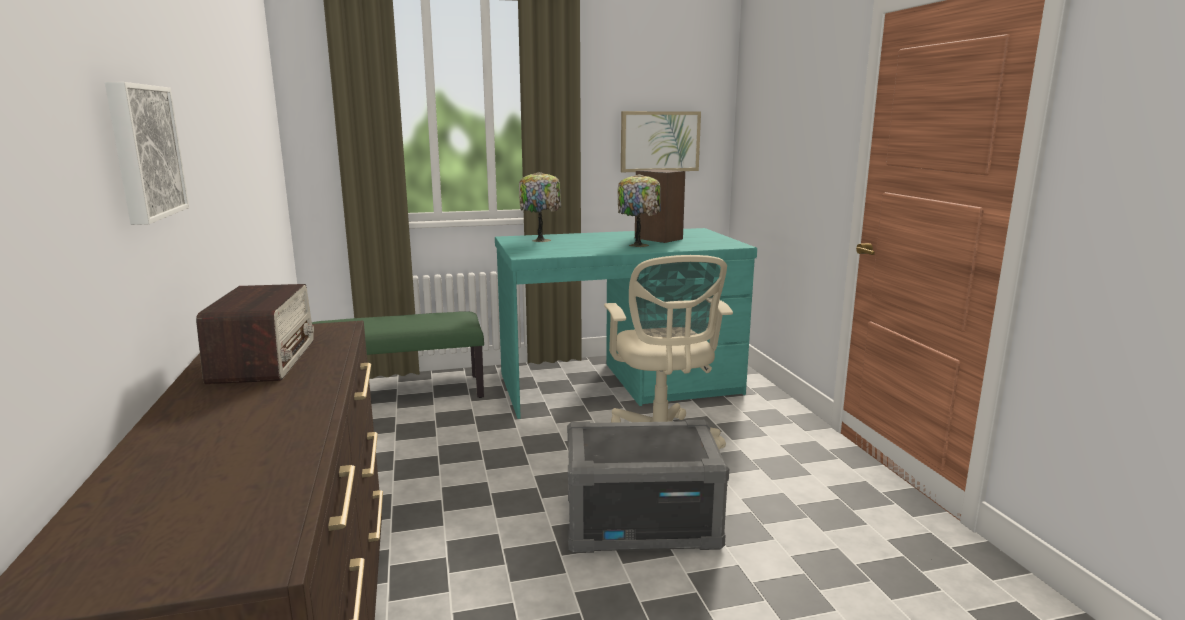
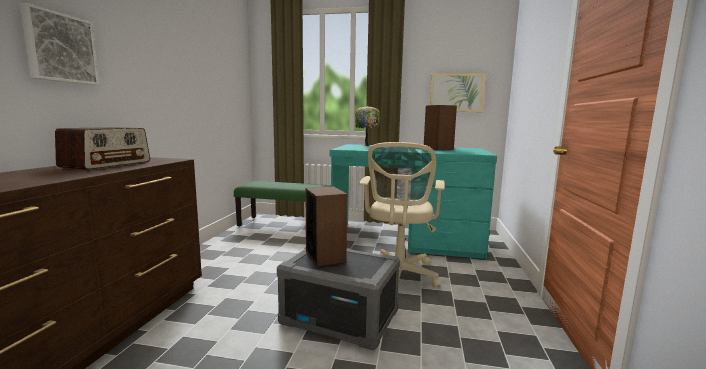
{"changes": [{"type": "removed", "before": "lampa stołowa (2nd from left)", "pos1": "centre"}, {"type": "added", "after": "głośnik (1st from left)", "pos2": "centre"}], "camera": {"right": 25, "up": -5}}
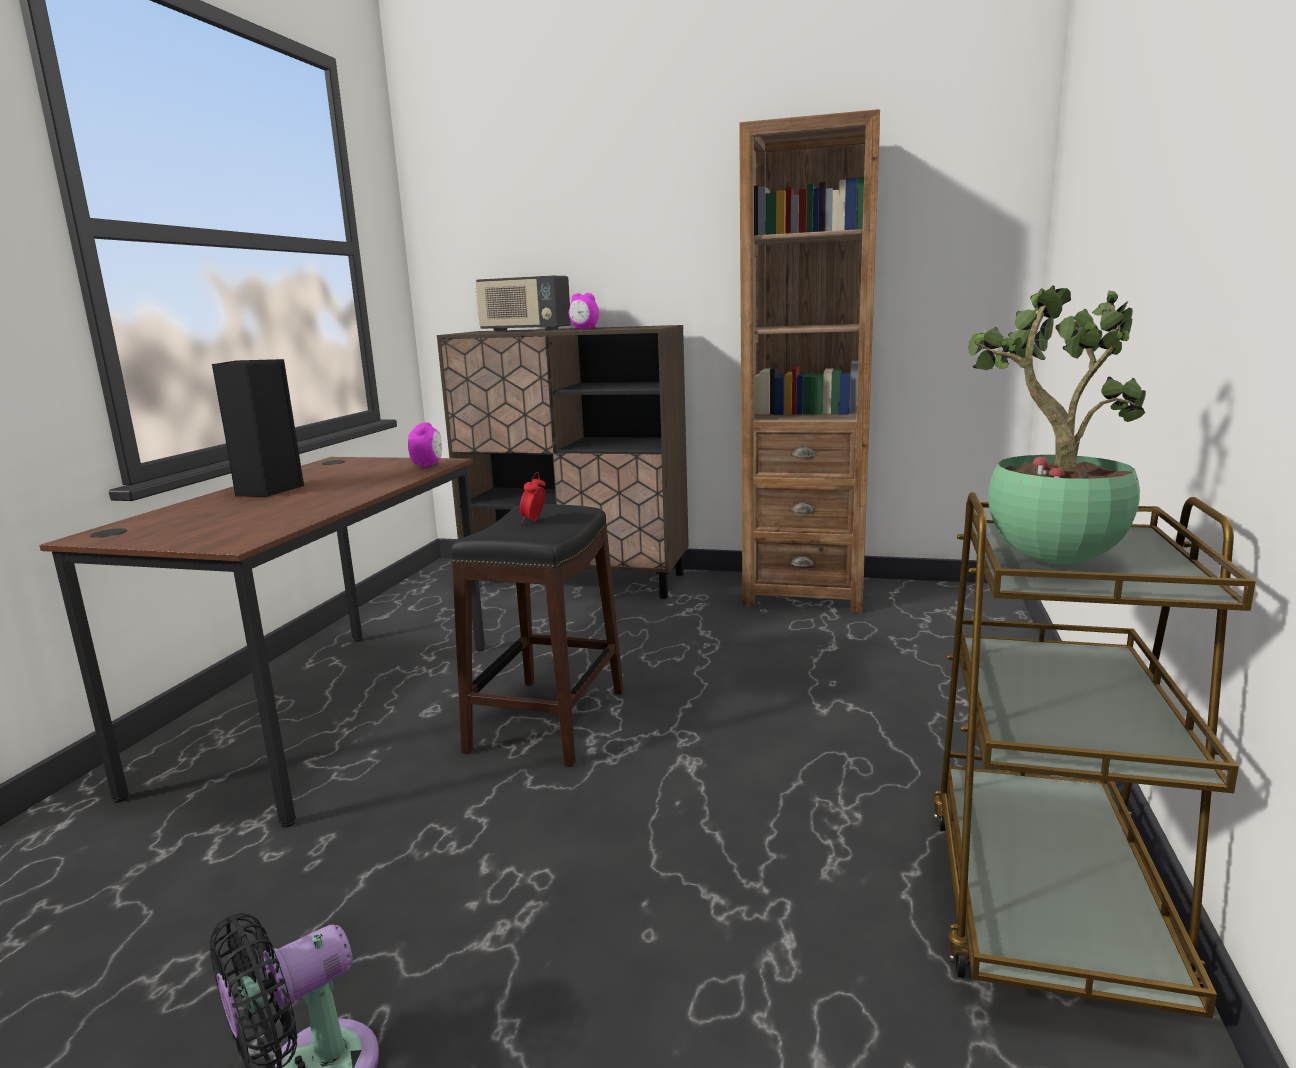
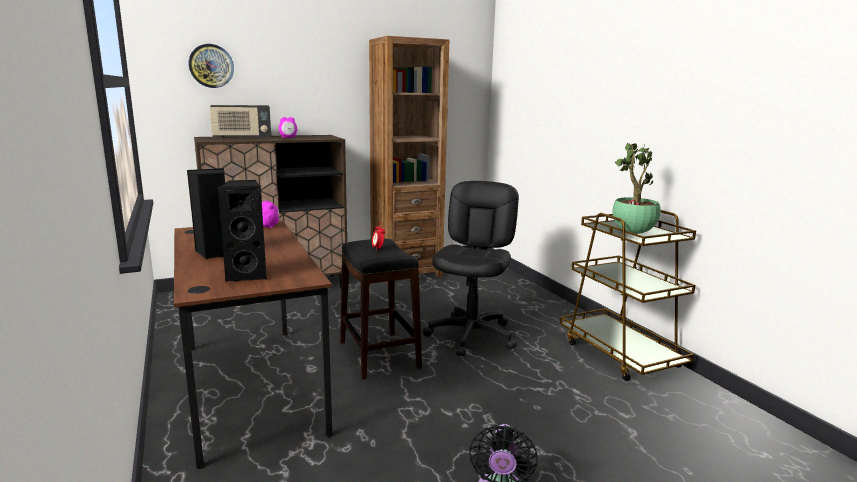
{"changes": [{"type": "added", "after": "zegar ścienny", "pos2": "top left"}, {"type": "added", "after": "głośnik [czarny] (2nd from left)", "pos2": "middle left"}, {"type": "added", "after": "krzesło biurowe [czarny]", "pos2": "centre"}], "camera": {"right": -40, "up": 0}}
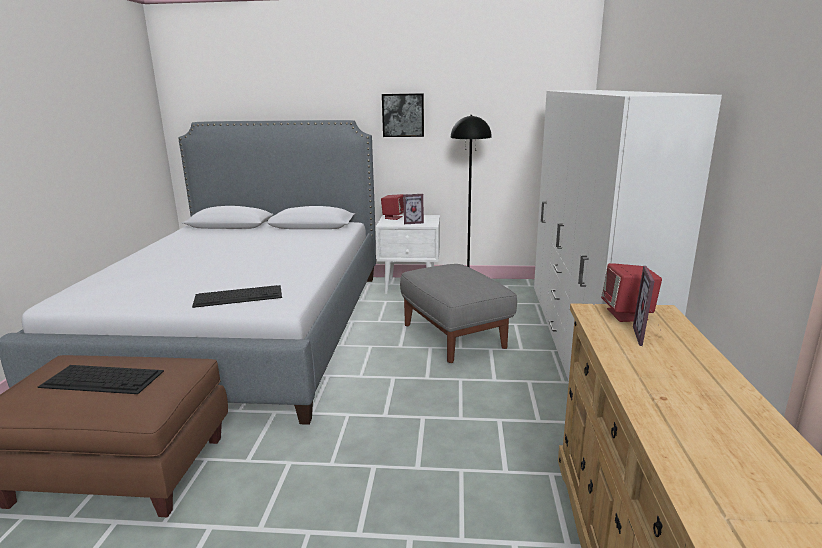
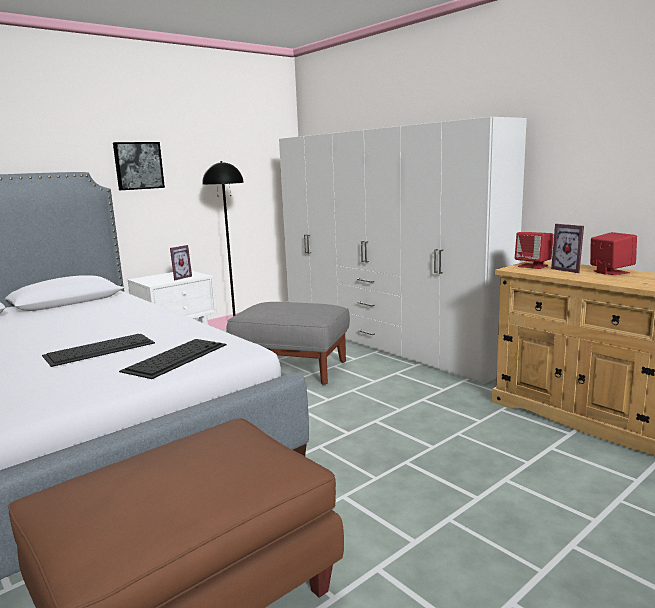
{"changes": [{"type": "moved", "before": "głośnik [czerwony] (1st from left in the first image)", "after": "głośnik [czerwony] (2nd from left)", "pos1": "centre", "pos2": "middle right"}, {"type": "moved", "before": "klawiatura (1st from left)", "pos1": "bottom left", "pos2": "middle left"}], "camera": {"right": -45, "up": -5}}
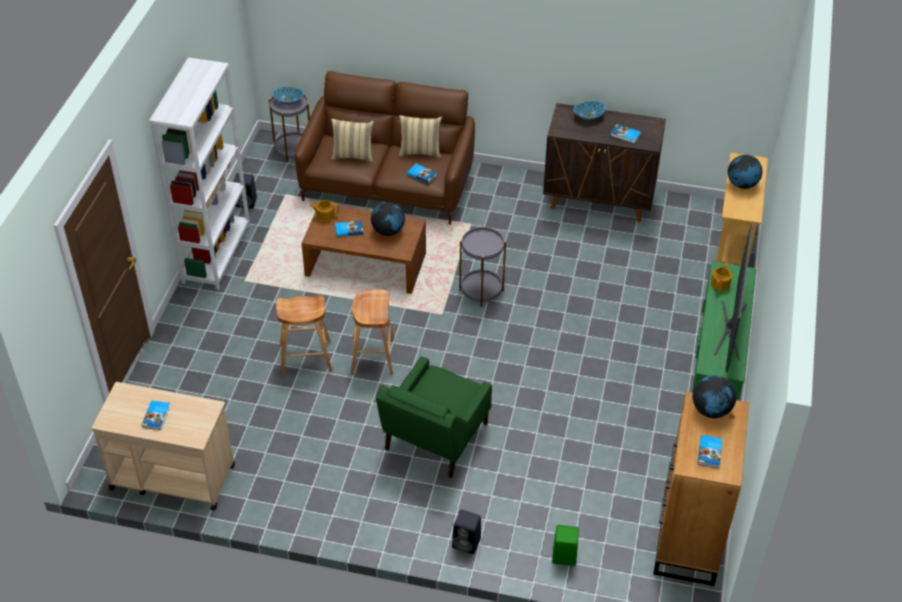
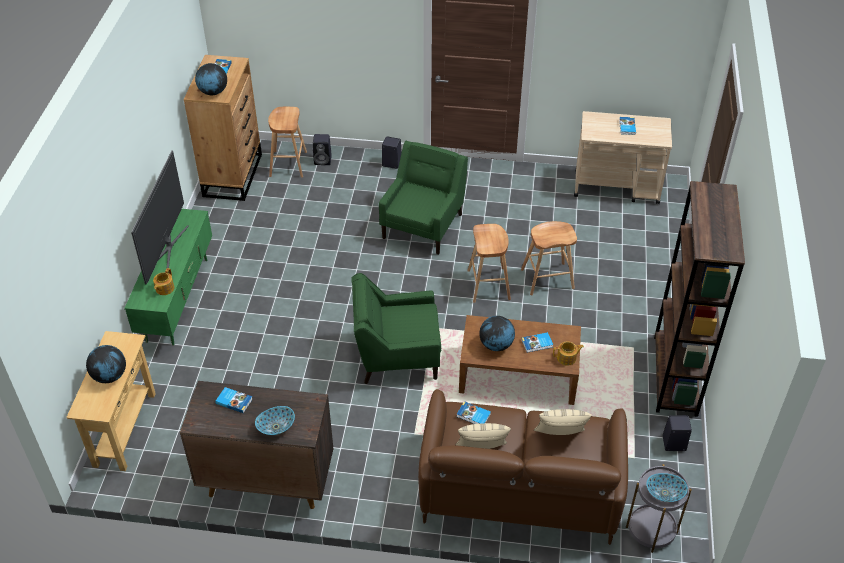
{"changes": [{"type": "recoloured", "before": "regał [biały]", "after": "regał [brązowy]", "pos1": "top left", "pos2": "middle right"}, {"type": "replaced", "before": "stolik [szary] (2nd from left)", "after": "fotel [zielony] (1st from left)", "pos1": "centre", "pos2": "centre"}, {"type": "recoloured", "before": "głośnik [zielony]", "after": "głośnik [czarny] (1st from left)", "pos1": "bottom centre", "pos2": "top centre"}, {"type": "added", "after": "stołek [brązowy] (1st from left)", "pos2": "top centre"}], "camera": {"right": 175, "up": 0}}
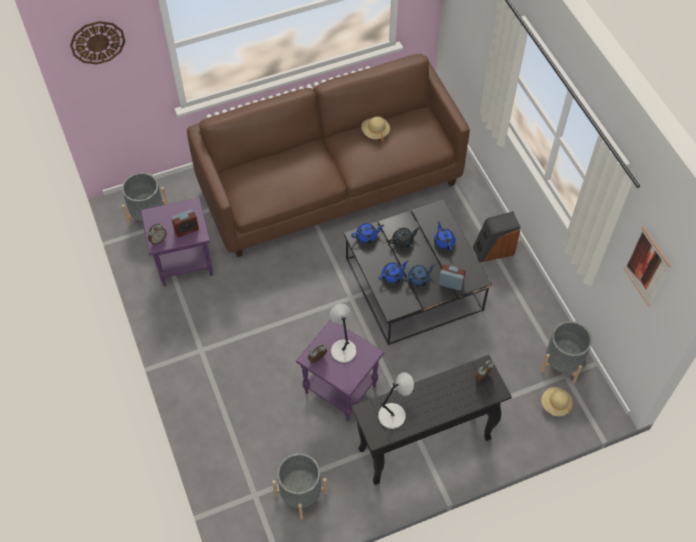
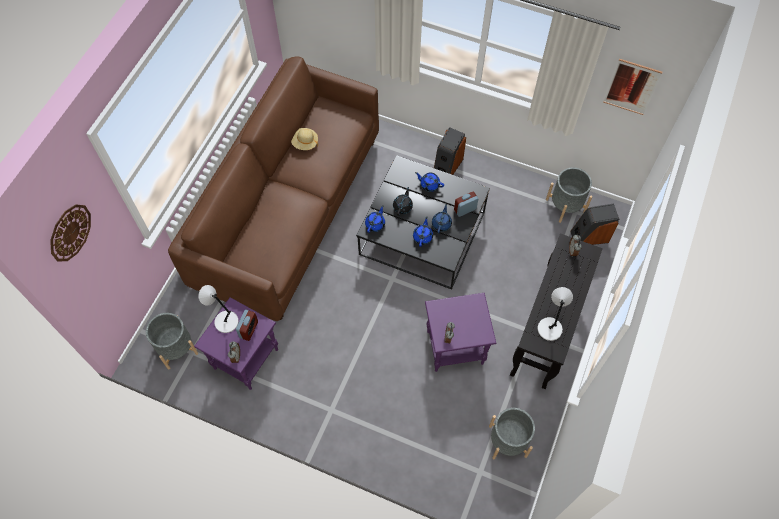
{"changes": [{"type": "moved", "before": "lampa stołowa [szary] (1st from left)", "pos1": "centre", "pos2": "middle left"}, {"type": "replaced", "before": "kapelusz [beżowy] (2nd from left)", "after": "głośnik (2nd from left)", "pos1": "bottom right", "pos2": "middle right"}], "camera": {"right": -45, "up": 5}}
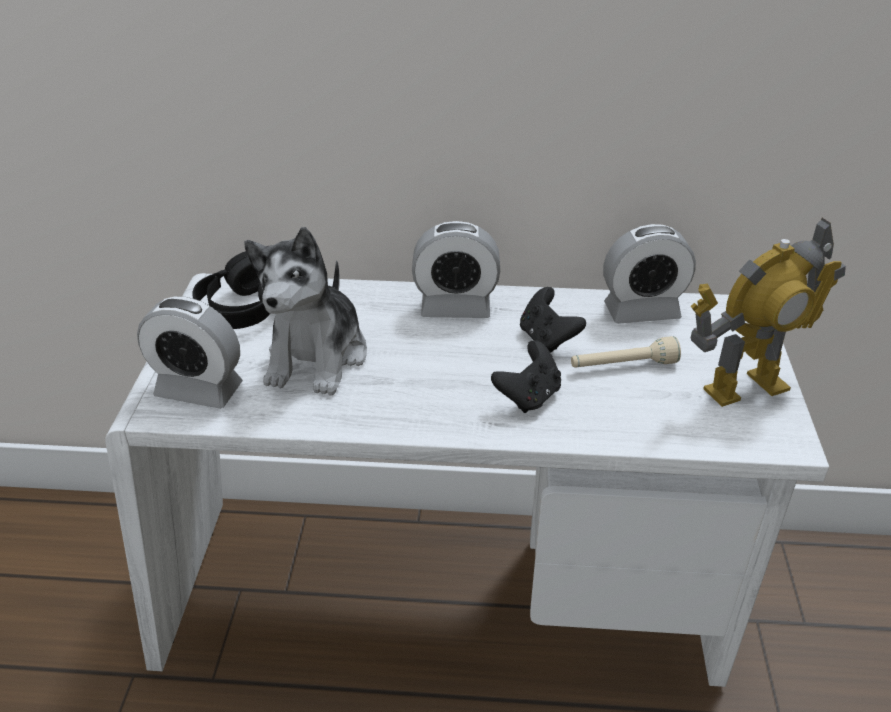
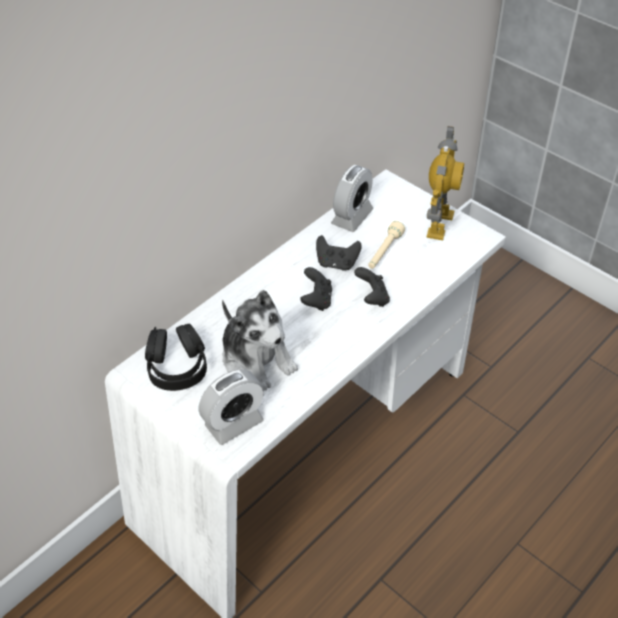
{"changes": [{"type": "removed", "before": "budzik (2nd from left)", "pos1": "centre"}, {"type": "added", "after": "pad do gier [czarny] (1st from left)", "pos2": "centre"}], "camera": {"right": -50, "up": 10}}
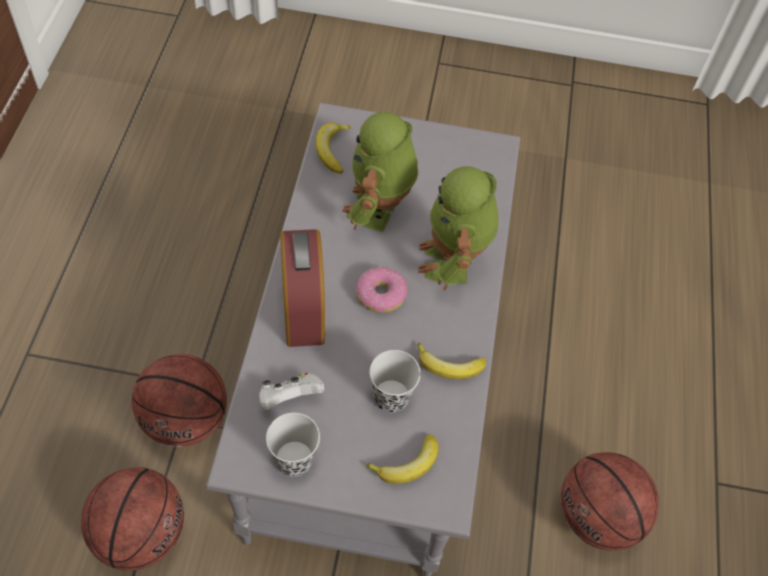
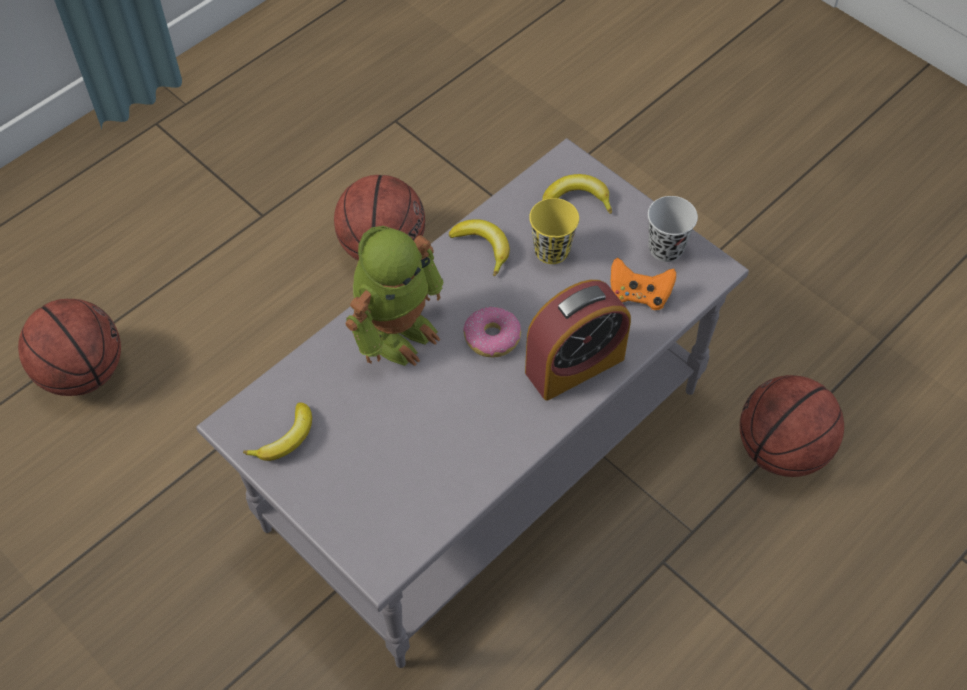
{"changes": [{"type": "removed", "before": "robot zabawkowy (1st from left)", "pos1": "top centre"}, {"type": "moved", "before": "banan (1st from left)", "pos1": "top centre", "pos2": "middle left"}, {"type": "turned", "before": "budzik", "pos1": "centre", "pos2": "centre", "turn": -150}, {"type": "recoloured", "before": "filiżanka [czarny] (2nd from left)", "after": "filiżanka [żółty]", "pos1": "centre", "pos2": "centre"}, {"type": "moved", "before": "piłka do koszykówki (2nd from left in the first image)", "after": "piłka do koszykówki (1st from left)", "pos1": "bottom left", "pos2": "middle left"}, {"type": "recoloured", "before": "pad do gier [biały]", "after": "pad do gier [pomarańczowy]", "pos1": "bottom centre", "pos2": "centre"}], "camera": {"right": -140, "up": 0}}
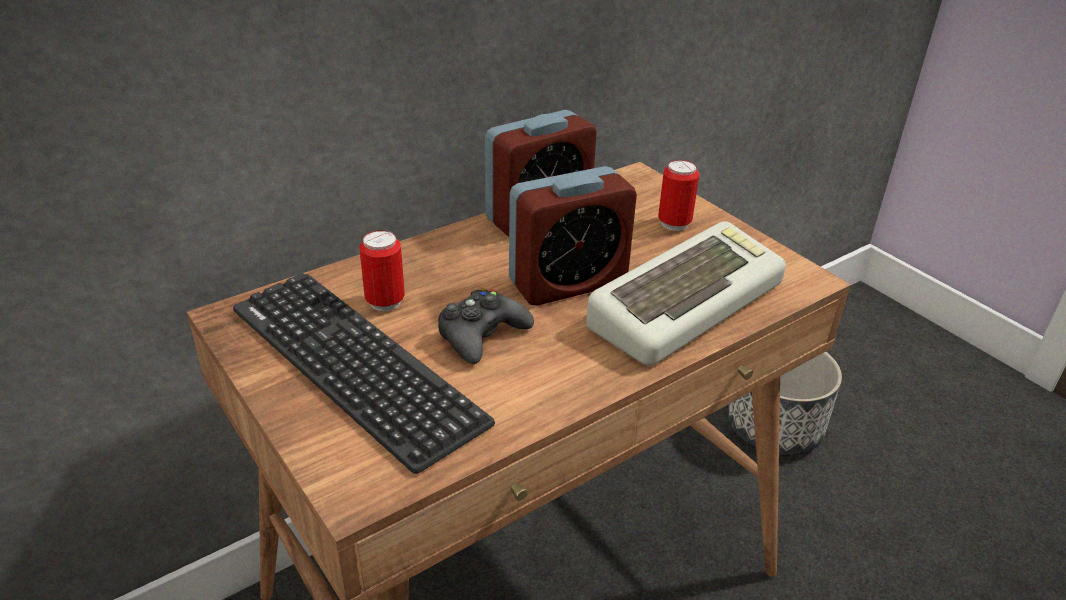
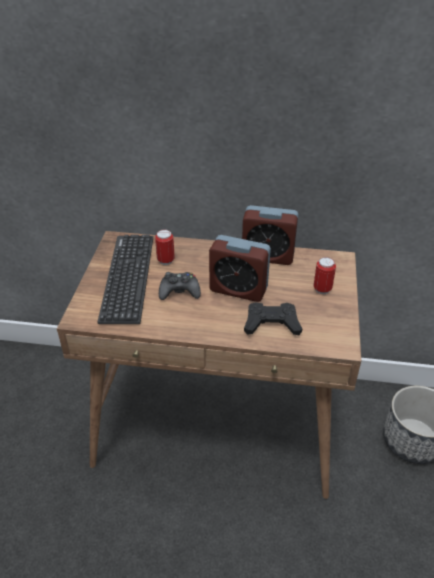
{"changes": [{"type": "replaced", "before": "klawiatura (2nd from left)", "after": "pad do gier [czarny] (2nd from left)", "pos1": "centre", "pos2": "centre"}], "camera": {"right": 45, "up": 5}}
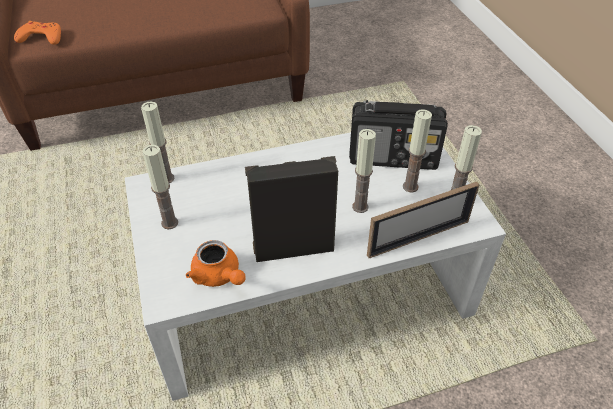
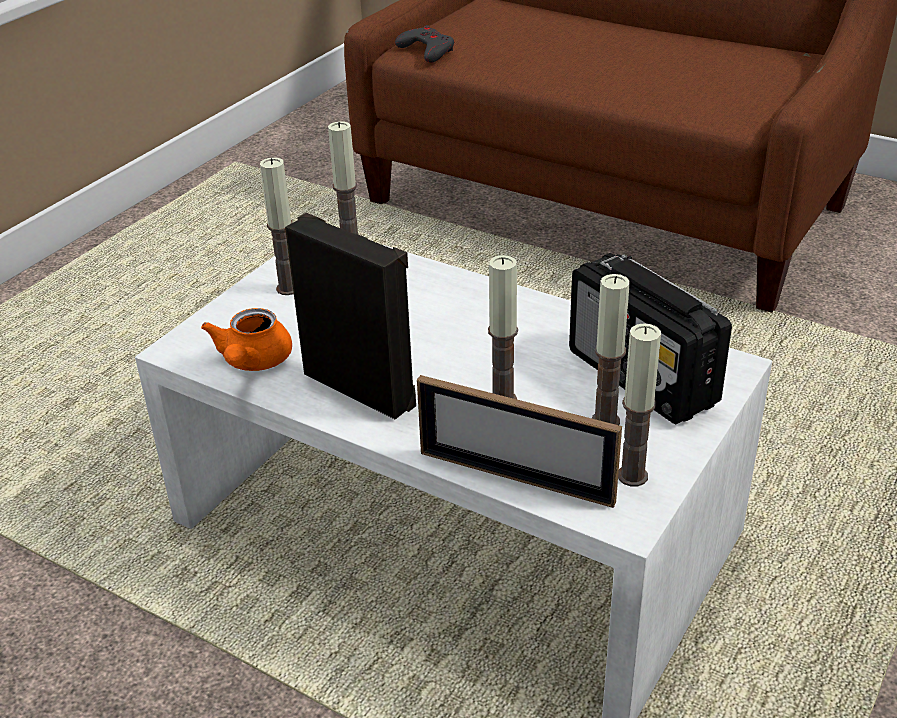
{"changes": [{"type": "recoloured", "before": "pad do gier [pomarańczowy]", "after": "pad do gier [szary]", "pos1": "top left", "pos2": "top centre"}], "camera": {"right": 50, "up": -10}}
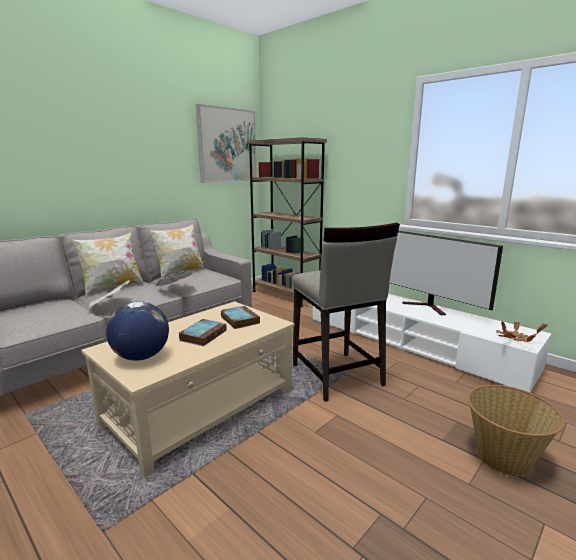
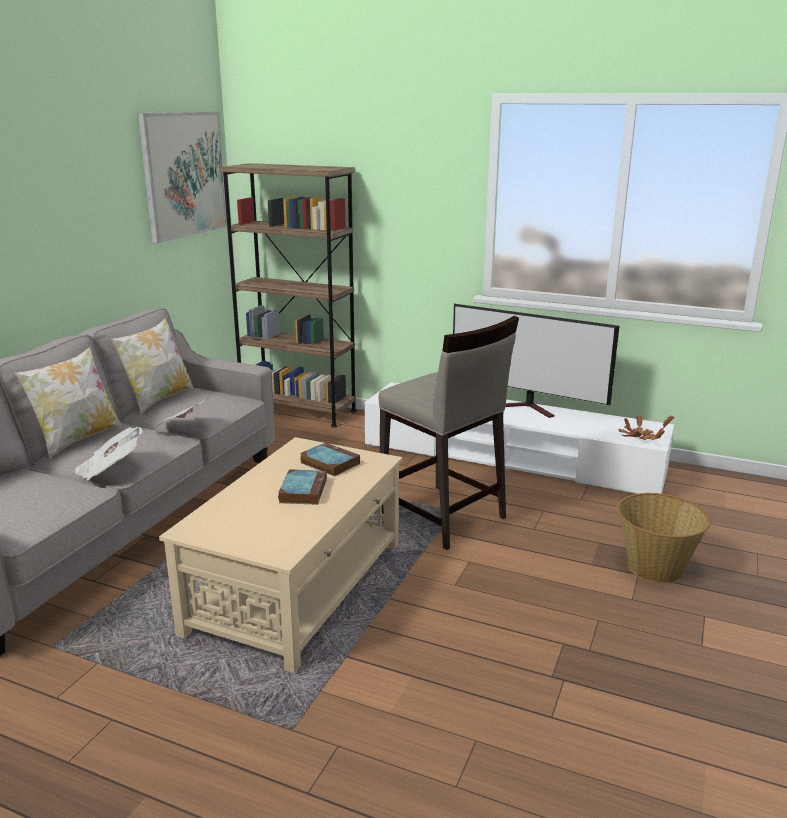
{"changes": [{"type": "removed", "before": "globus", "pos1": "middle left"}], "camera": {"right": -20, "up": 5}}
